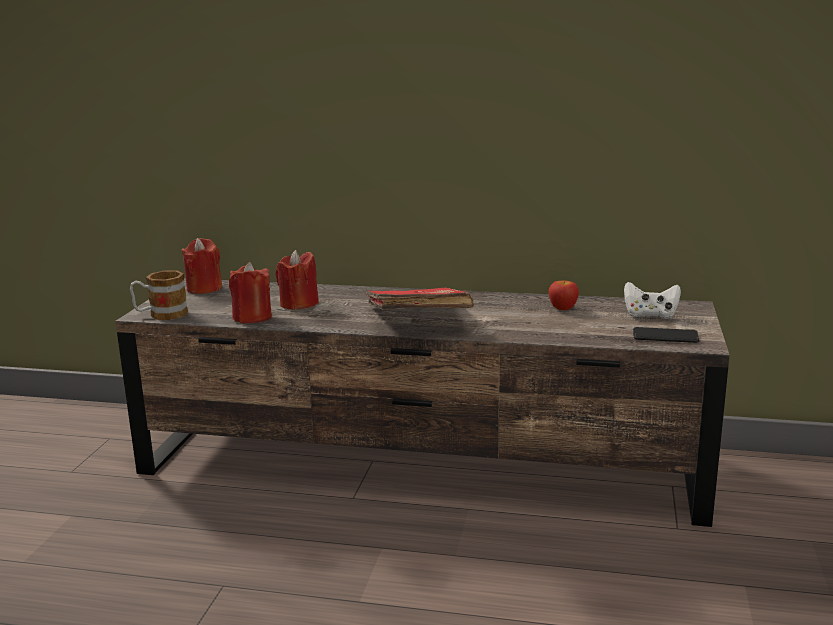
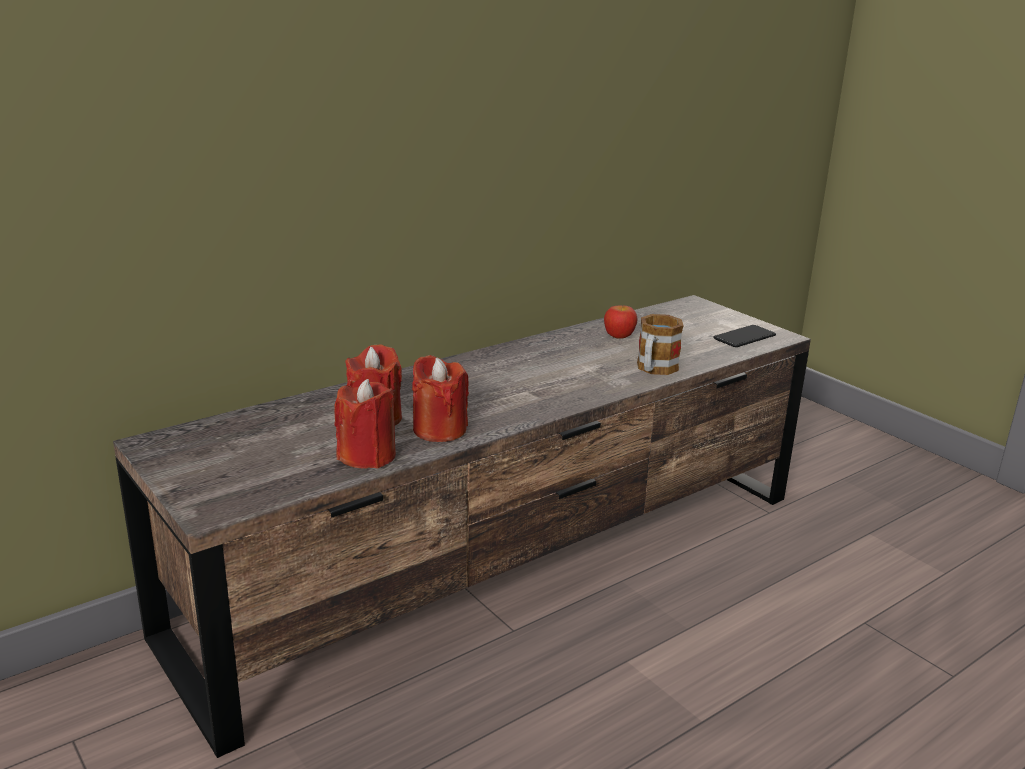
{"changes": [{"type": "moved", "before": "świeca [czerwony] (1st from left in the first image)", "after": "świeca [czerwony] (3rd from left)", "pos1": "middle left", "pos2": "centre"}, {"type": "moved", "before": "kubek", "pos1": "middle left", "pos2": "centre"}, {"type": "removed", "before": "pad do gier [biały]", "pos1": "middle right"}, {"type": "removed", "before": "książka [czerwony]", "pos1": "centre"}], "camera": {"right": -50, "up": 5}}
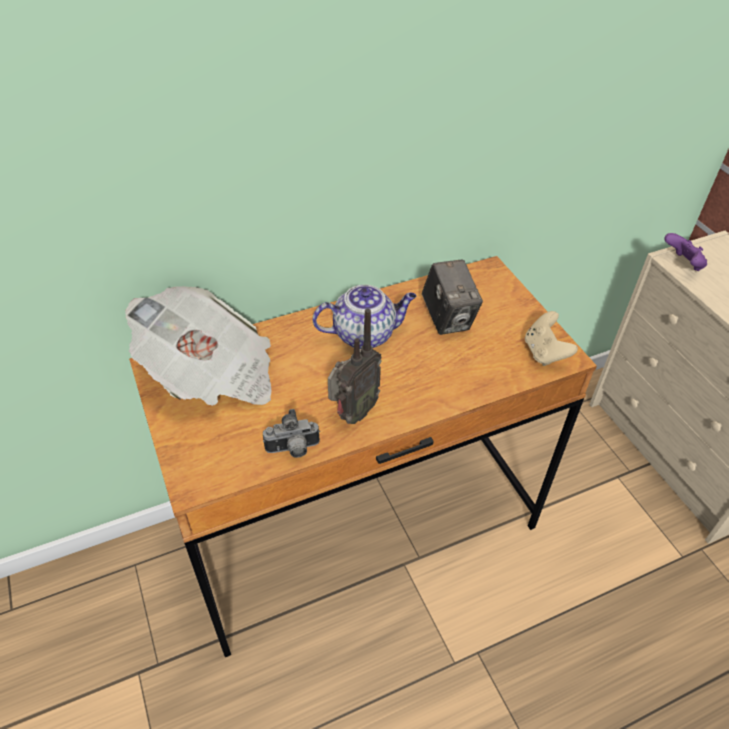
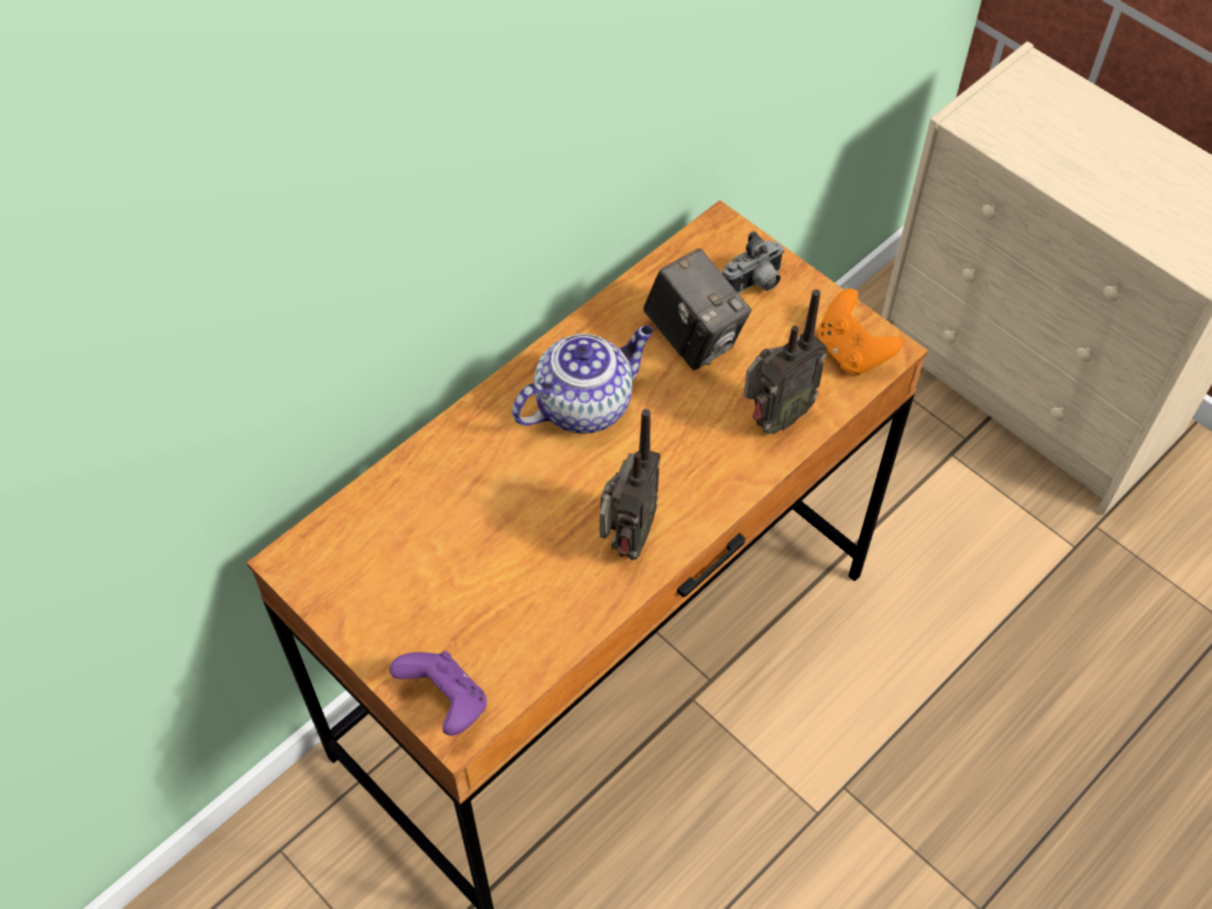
{"changes": [{"type": "moved", "before": "pad do gier [fioletowy]", "pos1": "middle right", "pos2": "bottom centre"}, {"type": "removed", "before": "gazeta", "pos1": "middle left"}, {"type": "recoloured", "before": "pad do gier [beżowy]", "after": "pad do gier [pomarańczowy]", "pos1": "middle right", "pos2": "middle right"}, {"type": "moved", "before": "aparat fotograficzny (1st from left in the first image)", "after": "aparat fotograficzny (2nd from left)", "pos1": "centre", "pos2": "top centre"}, {"type": "added", "after": "radio (2nd from left)", "pos2": "centre"}], "camera": {"right": -20, "up": 10}}
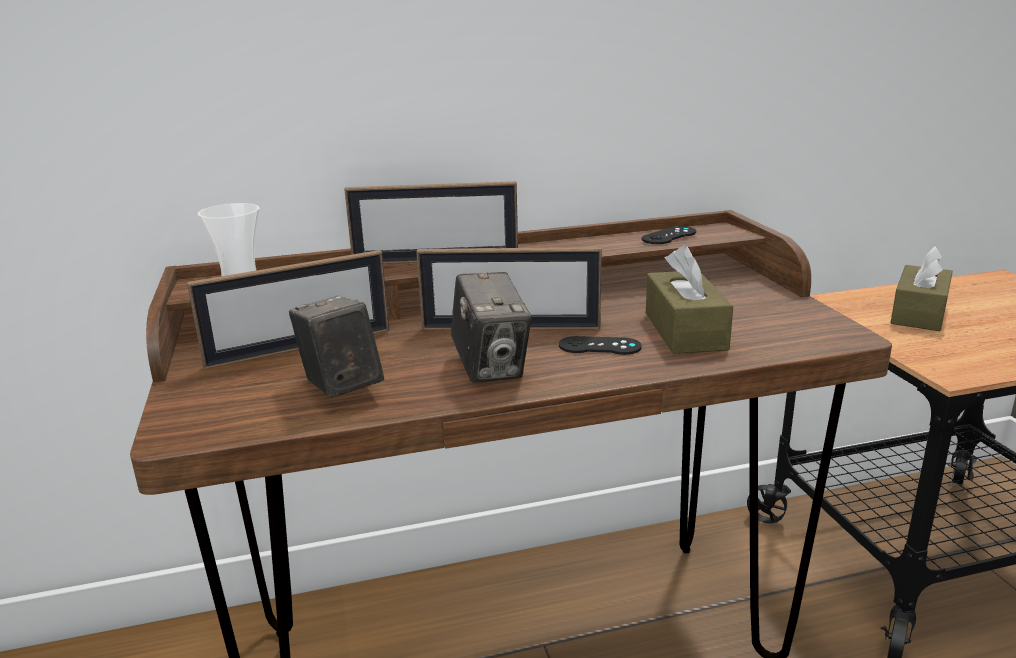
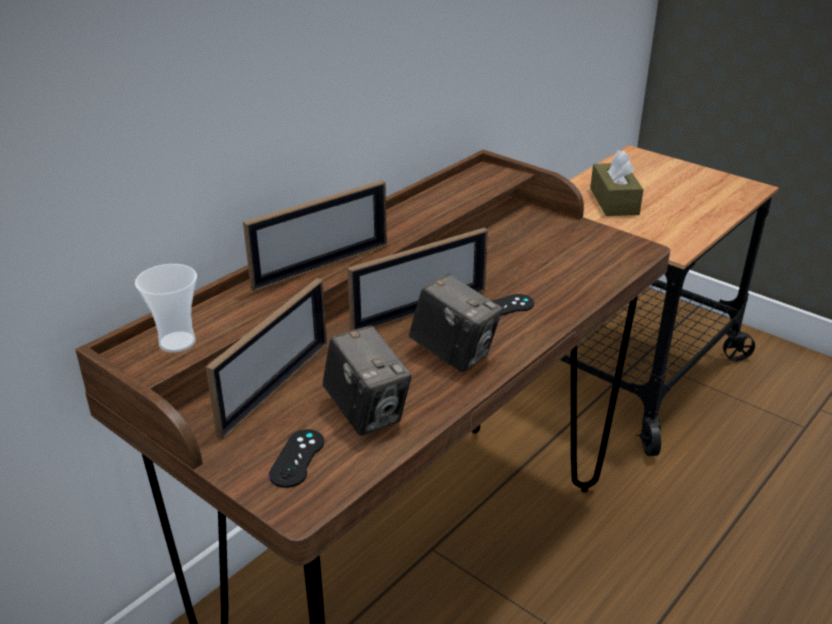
{"changes": [{"type": "moved", "before": "pad do gier [czarny] (2nd from left in the first image)", "after": "pad do gier [czarny] (1st from left)", "pos1": "centre", "pos2": "bottom centre"}, {"type": "removed", "before": "pudełko chusteczek [brązowy] (1st from left)", "pos1": "middle right"}, {"type": "turned", "before": "aparat fotograficzny (1st from left)", "pos1": "middle left", "pos2": "centre", "turn": -150}], "camera": {"right": -35, "up": 10}}
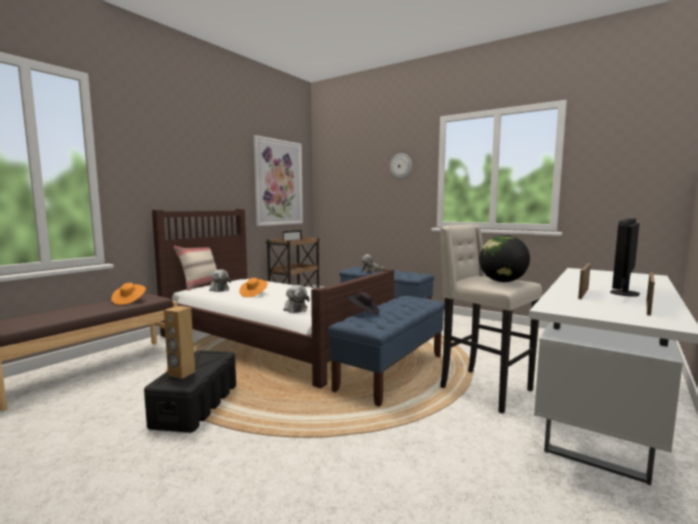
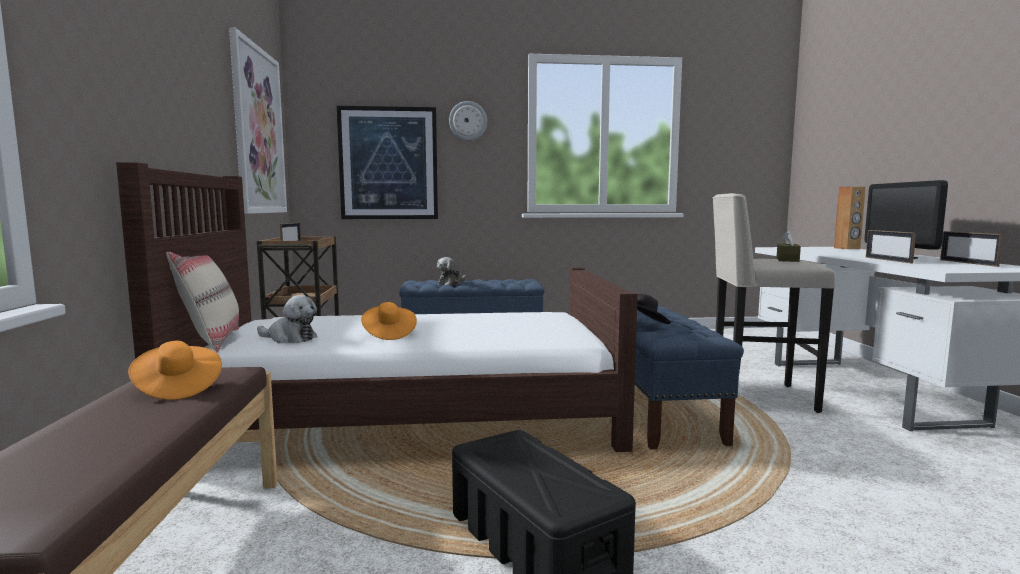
{"changes": [{"type": "replaced", "before": "globus", "after": "pudełko chusteczek [brązowy]", "pos1": "middle right", "pos2": "middle right"}, {"type": "removed", "before": "pluszak (2nd from left)", "pos1": "centre"}, {"type": "moved", "before": "głośnik [brązowy]", "pos1": "middle left", "pos2": "middle right"}, {"type": "added", "after": "obraz (2nd from left)", "pos2": "top centre"}], "camera": {"right": -40, "up": 0}}
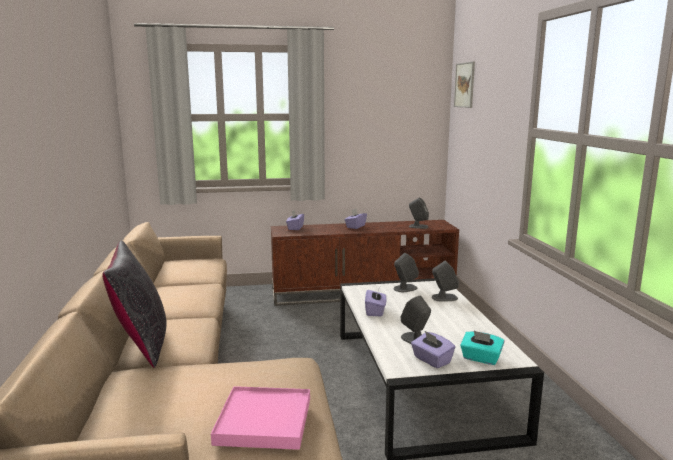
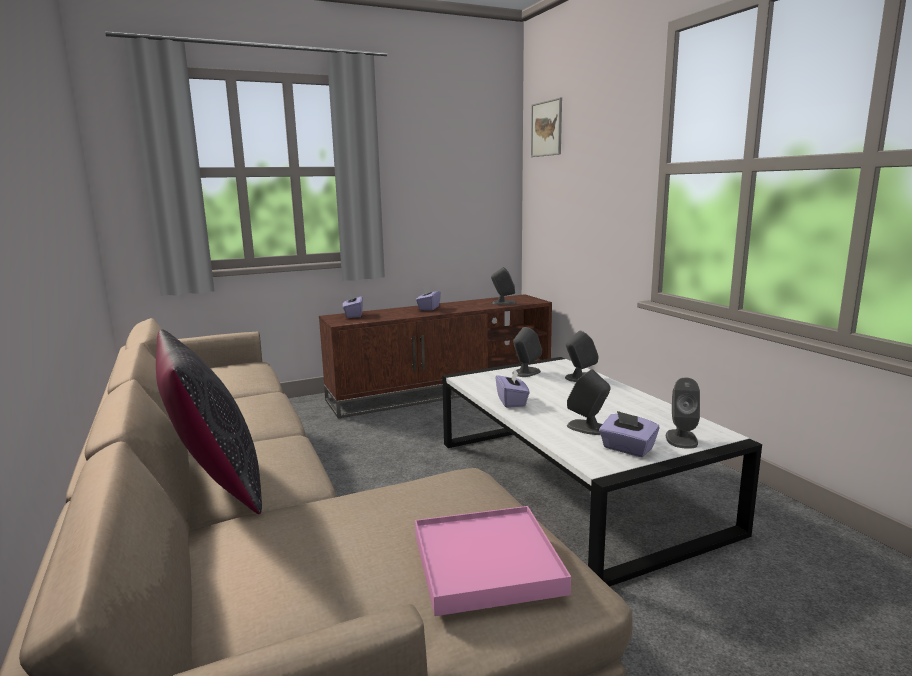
{"changes": [{"type": "replaced", "before": "pudełko chusteczek [turkusowy]", "after": "głośnik [szary] (5th from left)", "pos1": "bottom right", "pos2": "middle right"}], "camera": {"right": -15, "up": 0}}
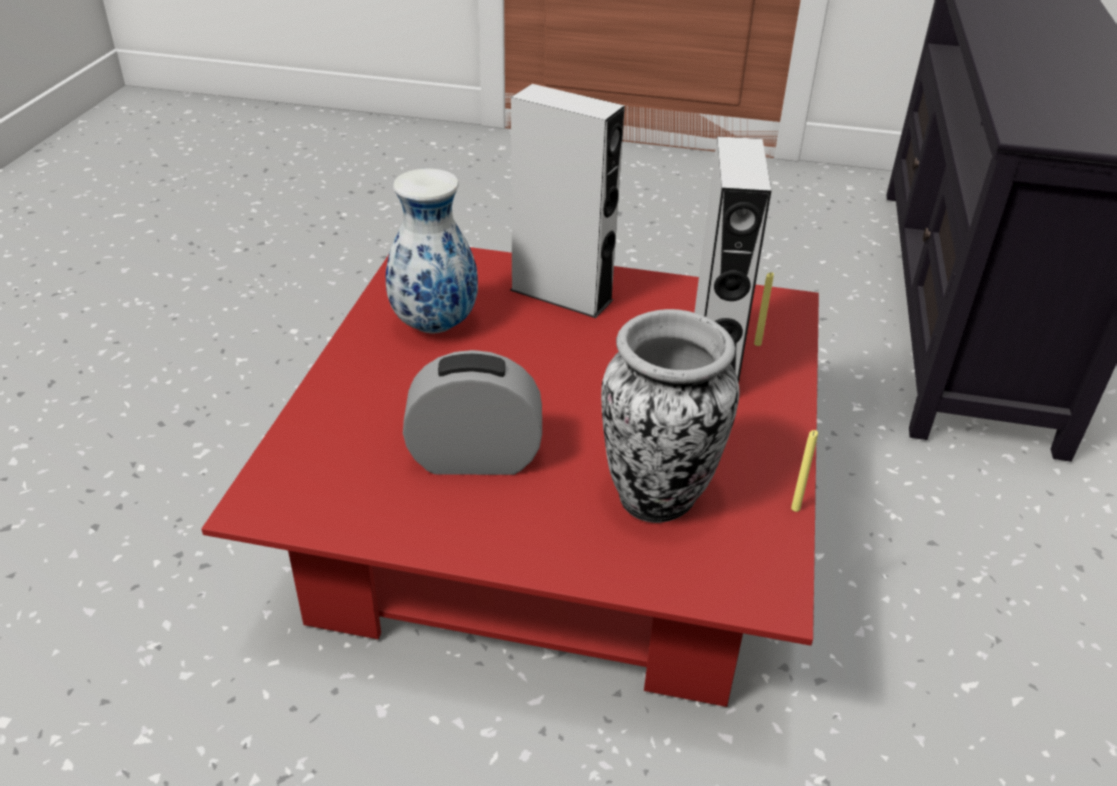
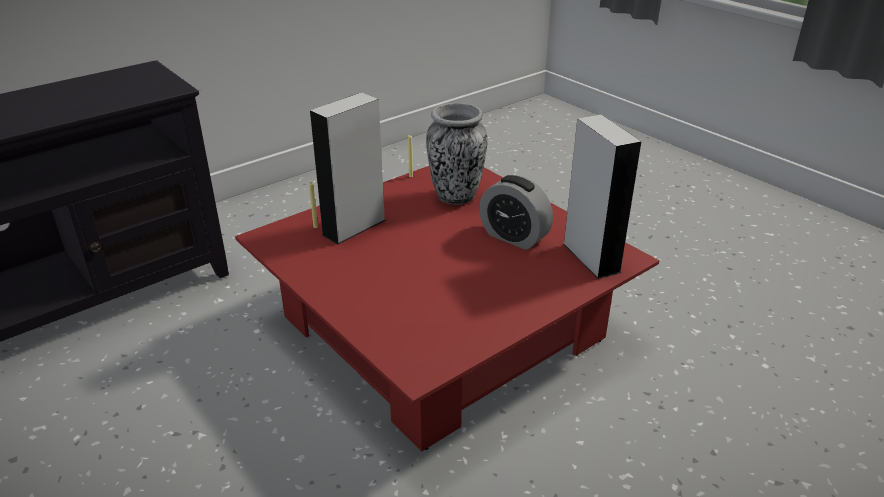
{"changes": [{"type": "moved", "before": "głośnik [szary] (1st from left in the first image)", "after": "głośnik [szary] (2nd from left)", "pos1": "top centre", "pos2": "middle right"}, {"type": "removed", "before": "wazon (1st from left)", "pos1": "top centre"}], "camera": {"right": -140, "up": -5}}
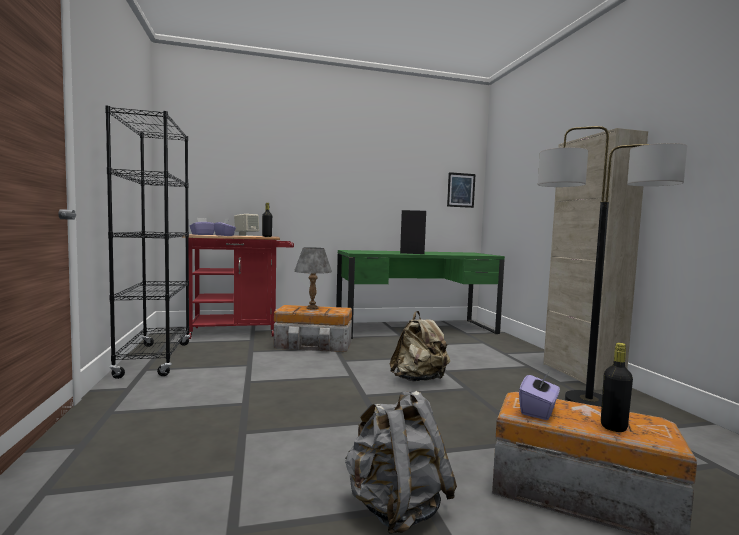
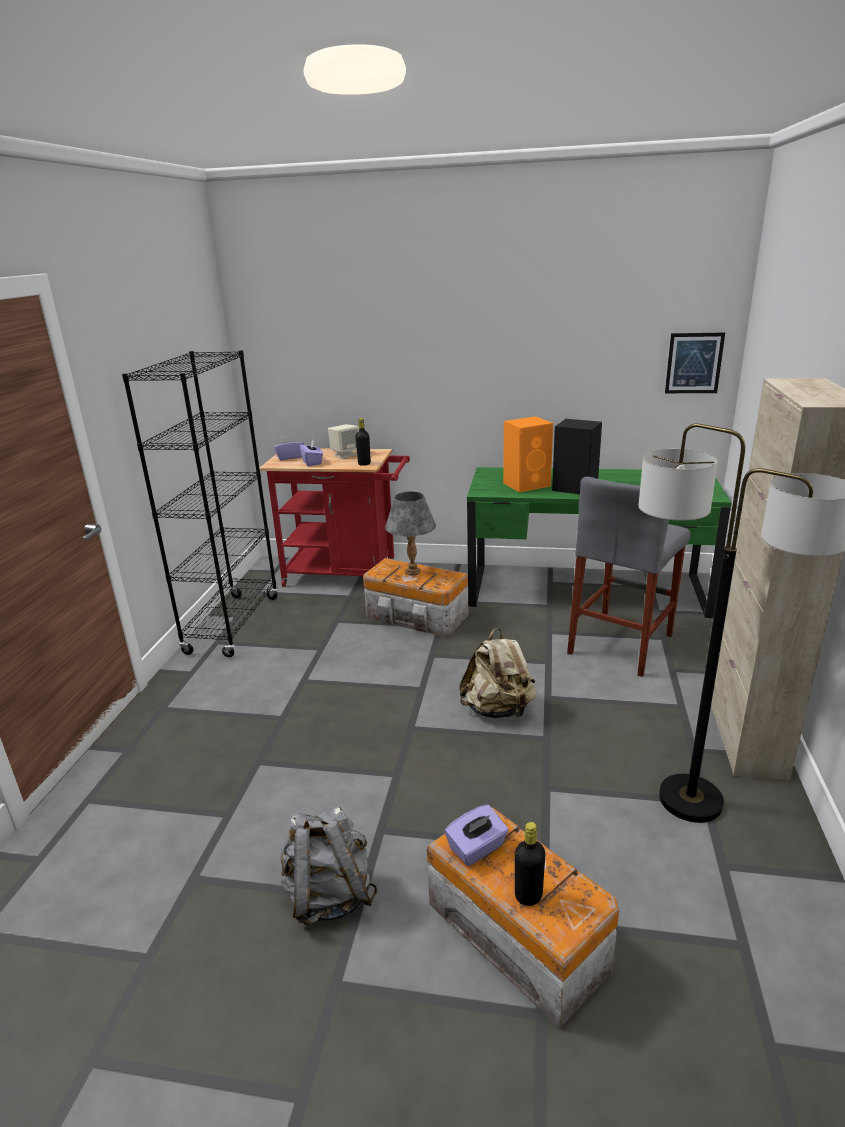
{"changes": [{"type": "added", "after": "głośnik [pomarańczowy]", "pos2": "centre"}, {"type": "added", "after": "stołek [szary]", "pos2": "middle right"}], "camera": {"right": 25, "up": 20}}
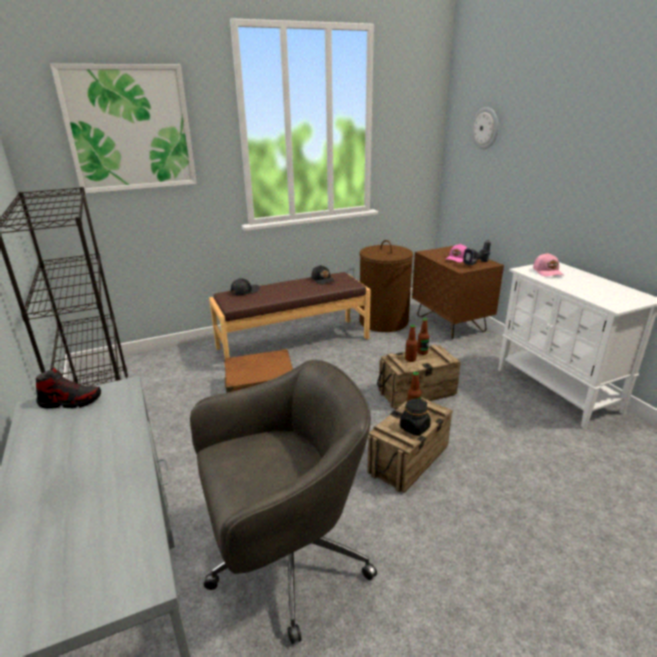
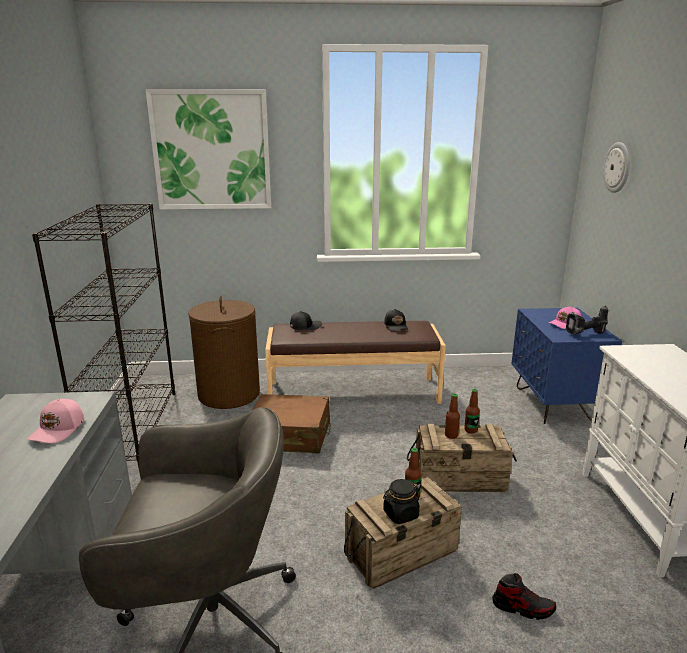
{"changes": [{"type": "moved", "before": "kosz na pranie [brązowy]", "pos1": "centre", "pos2": "middle left"}, {"type": "recoloured", "before": "szafka nocna [brązowy]", "after": "szafka nocna [niebieski]", "pos1": "middle right", "pos2": "middle right"}, {"type": "moved", "before": "czapka z daszkiem [różowy] (2nd from left in the first image)", "after": "czapka z daszkiem [różowy] (1st from left)", "pos1": "middle right", "pos2": "middle left"}, {"type": "moved", "before": "but", "pos1": "middle left", "pos2": "bottom right"}], "camera": {"right": 20, "up": -5}}
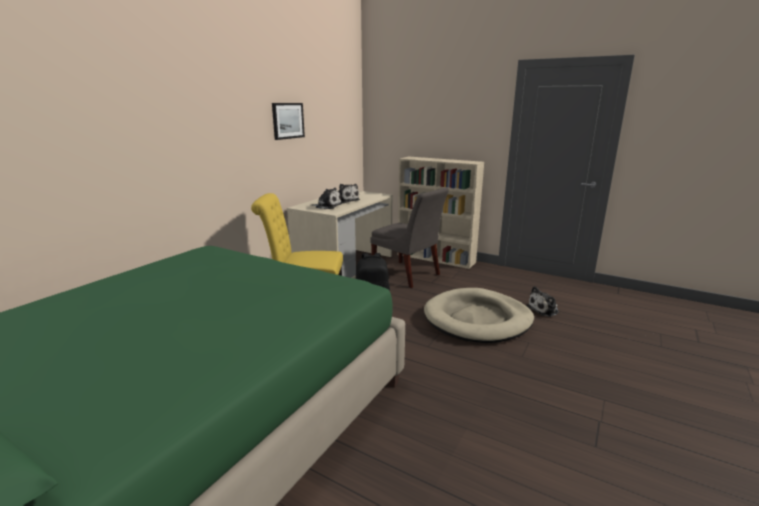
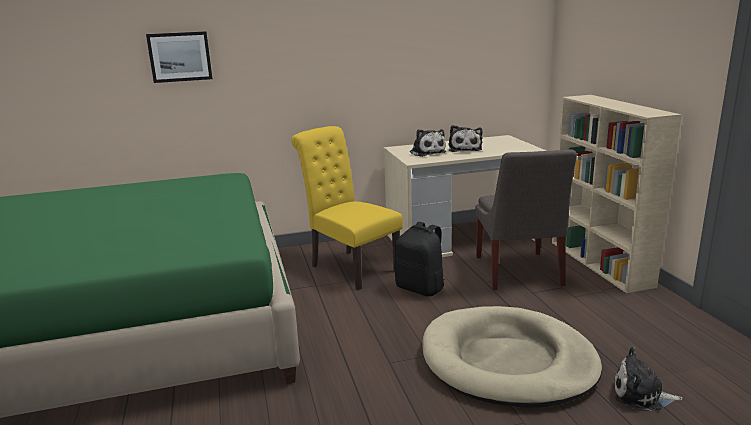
{"changes": [{"type": "moved", "before": "obraz", "pos1": "top centre", "pos2": "top left"}], "camera": {"right": 45, "up": 0}}
